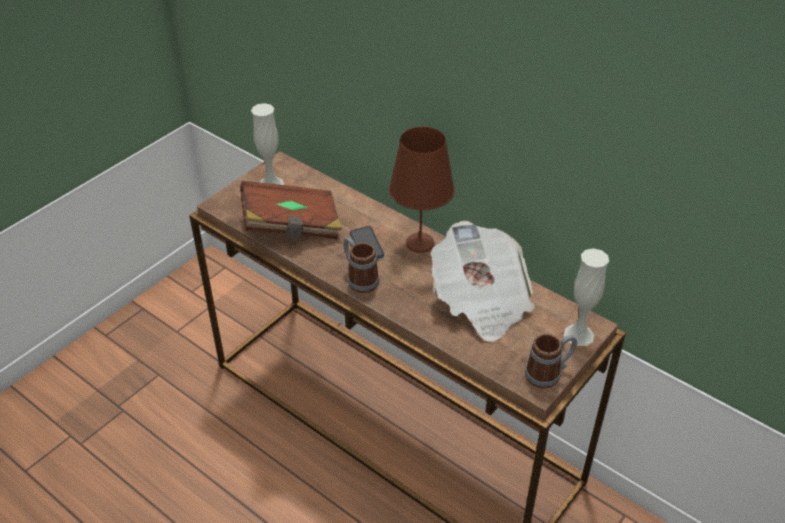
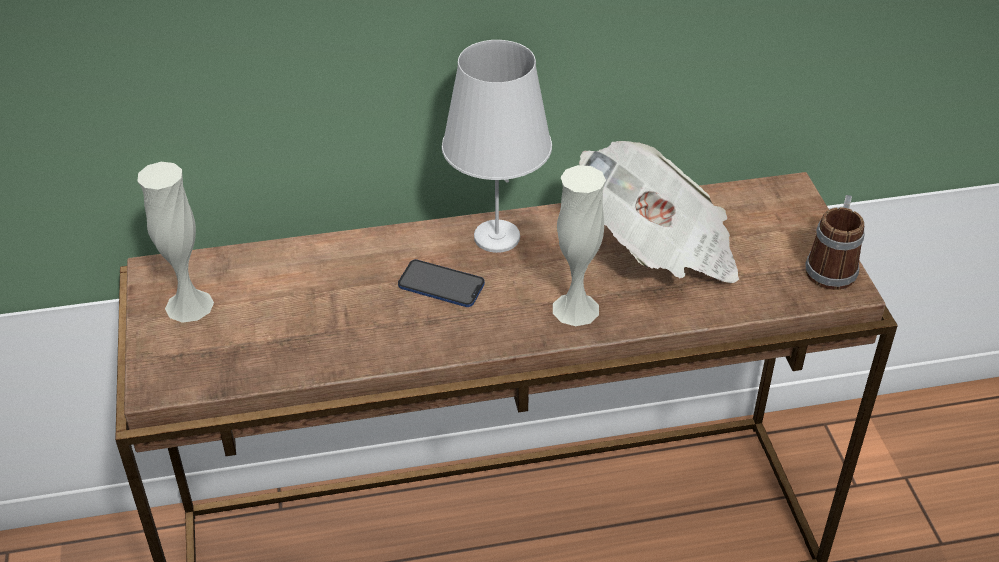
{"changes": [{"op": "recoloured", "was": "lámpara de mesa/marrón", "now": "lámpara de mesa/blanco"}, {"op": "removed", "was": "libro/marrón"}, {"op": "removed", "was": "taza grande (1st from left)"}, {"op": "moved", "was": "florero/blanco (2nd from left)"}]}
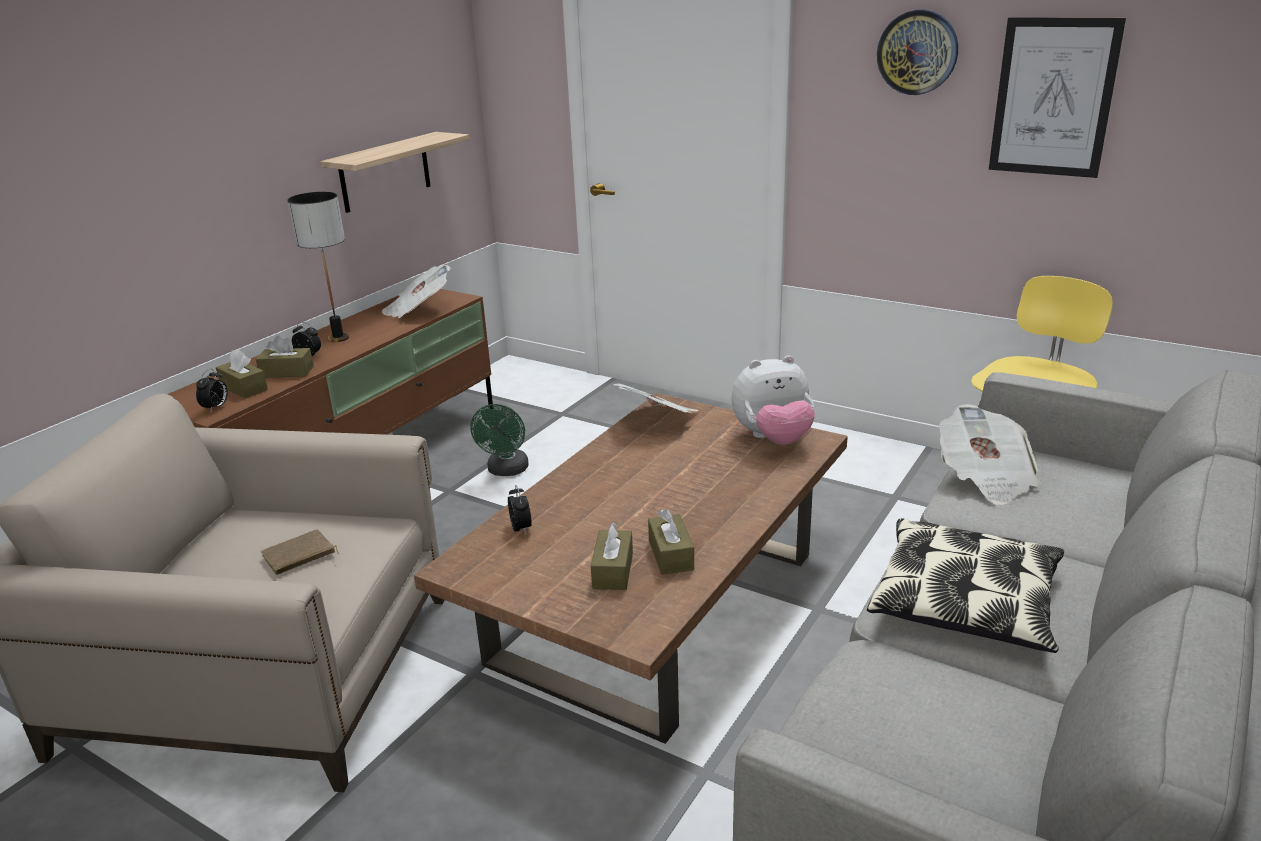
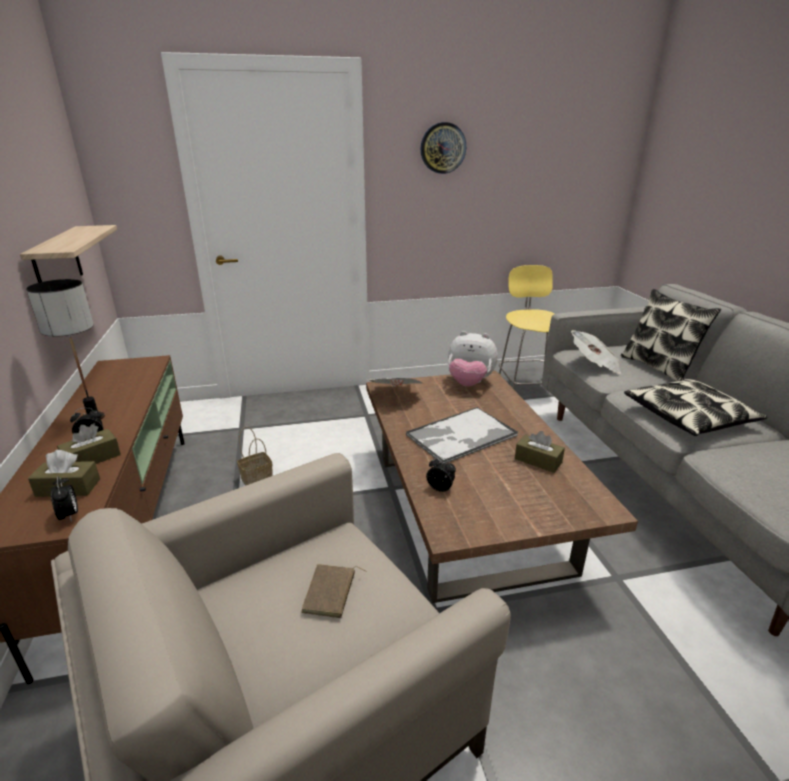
{"changes": [{"op": "removed", "was": "cuadro"}, {"op": "removed", "was": "periódico (1st from left)"}, {"op": "turned", "was": "peluche", "clockwise": 75}, {"op": "replaced", "was": "ventilador/verde", "now": "cesta"}, {"op": "removed", "was": "caja de pañuelos/marrón (3rd from left)"}, {"op": "added", "now": "cojín (1st from left)"}, {"op": "added", "now": "bandeja"}]}
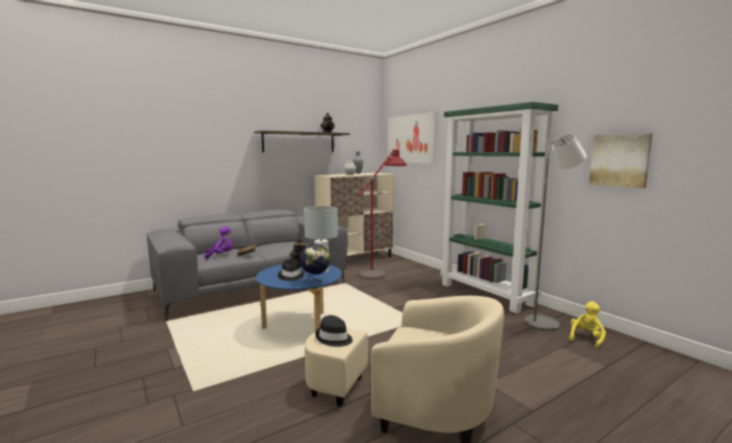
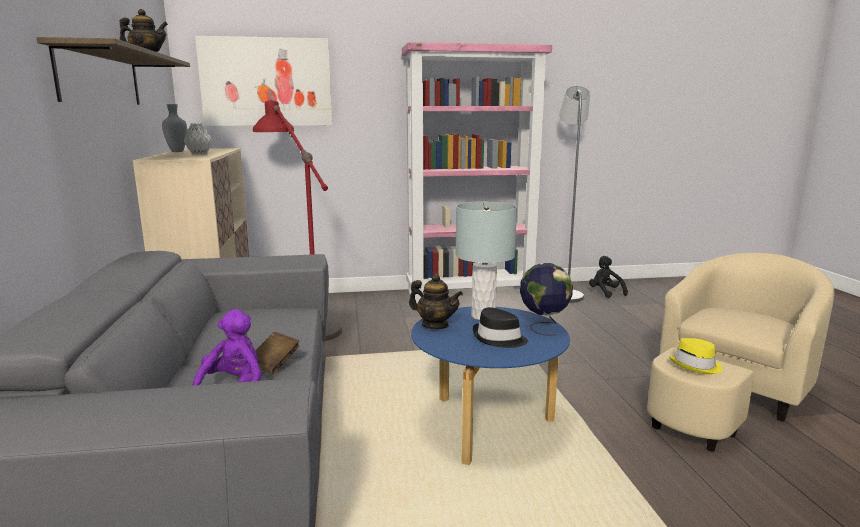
{"changes": [{"op": "recoloured", "was": "estantería/verde", "now": "estantería/rosa"}, {"op": "removed", "was": "cuadro (2nd from left)"}, {"op": "recoloured", "was": "peluche/amarillo", "now": "peluche/negro"}, {"op": "recoloured", "was": "sombrero/negro (2nd from left)", "now": "sombrero/amarillo"}]}
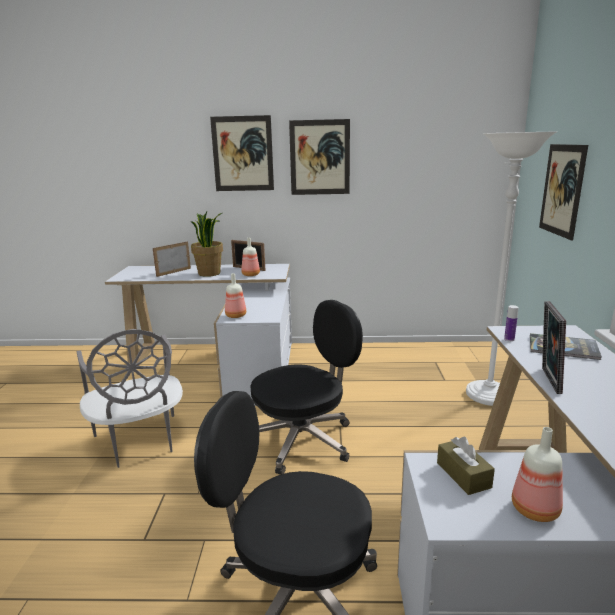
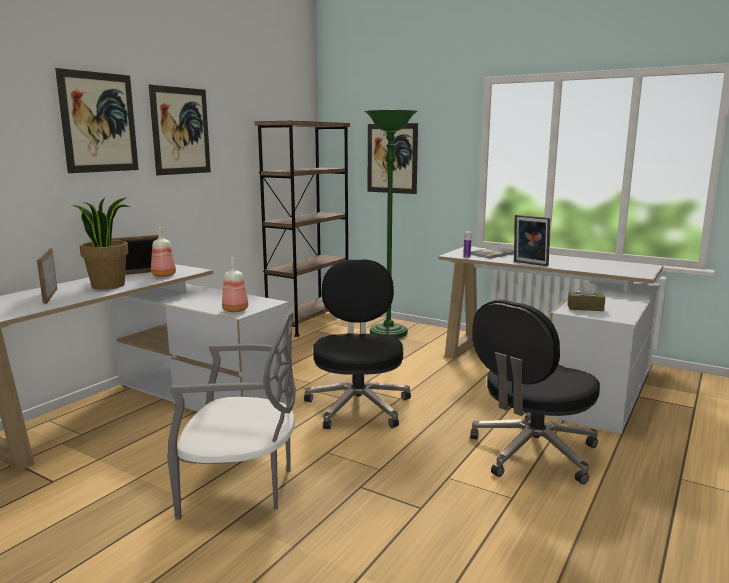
{"changes": [{"op": "recoloured", "was": "lámpara de pie/blanco", "now": "lámpara de pie/verde"}, {"op": "removed", "was": "botella (4th from left)"}, {"op": "added", "now": "estantería/marrón"}]}
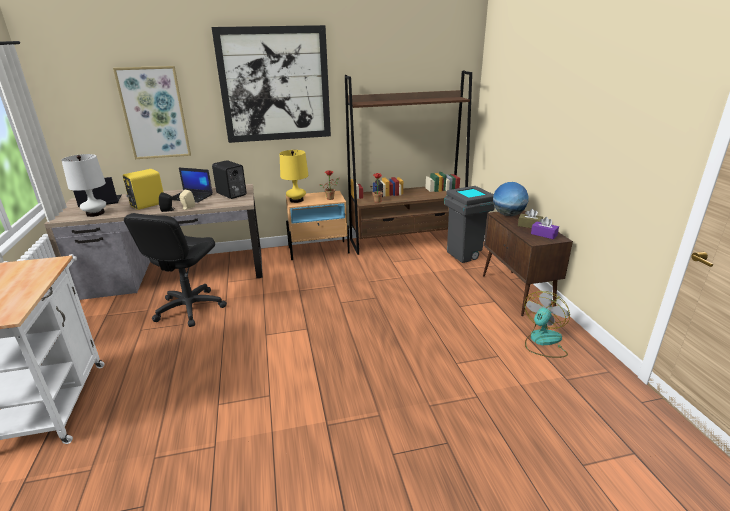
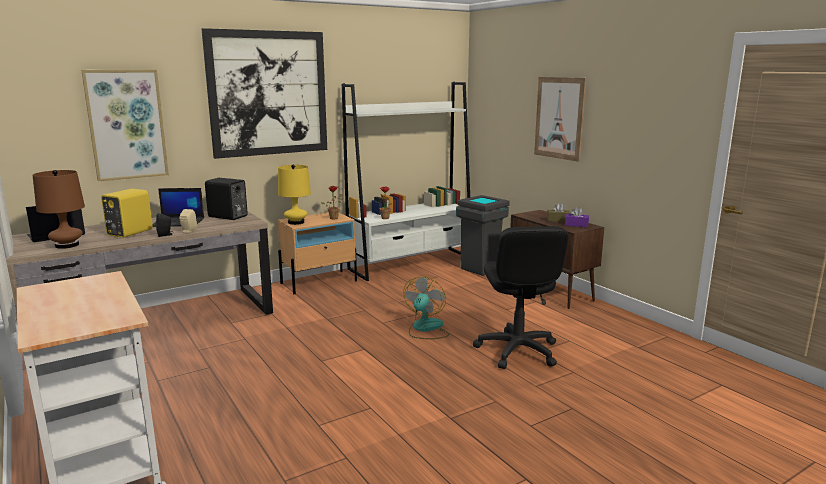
{"changes": [{"op": "recoloured", "was": "estantería/marrón", "now": "estantería/blanco"}, {"op": "recoloured", "was": "lámpara de mesa/blanco", "now": "lámpara de mesa/marrón"}, {"op": "removed", "was": "globo terráqueo"}, {"op": "moved", "was": "silla de oficina/negro"}, {"op": "moved", "was": "ventilador"}, {"op": "added", "now": "cuadro (3rd from left)"}]}
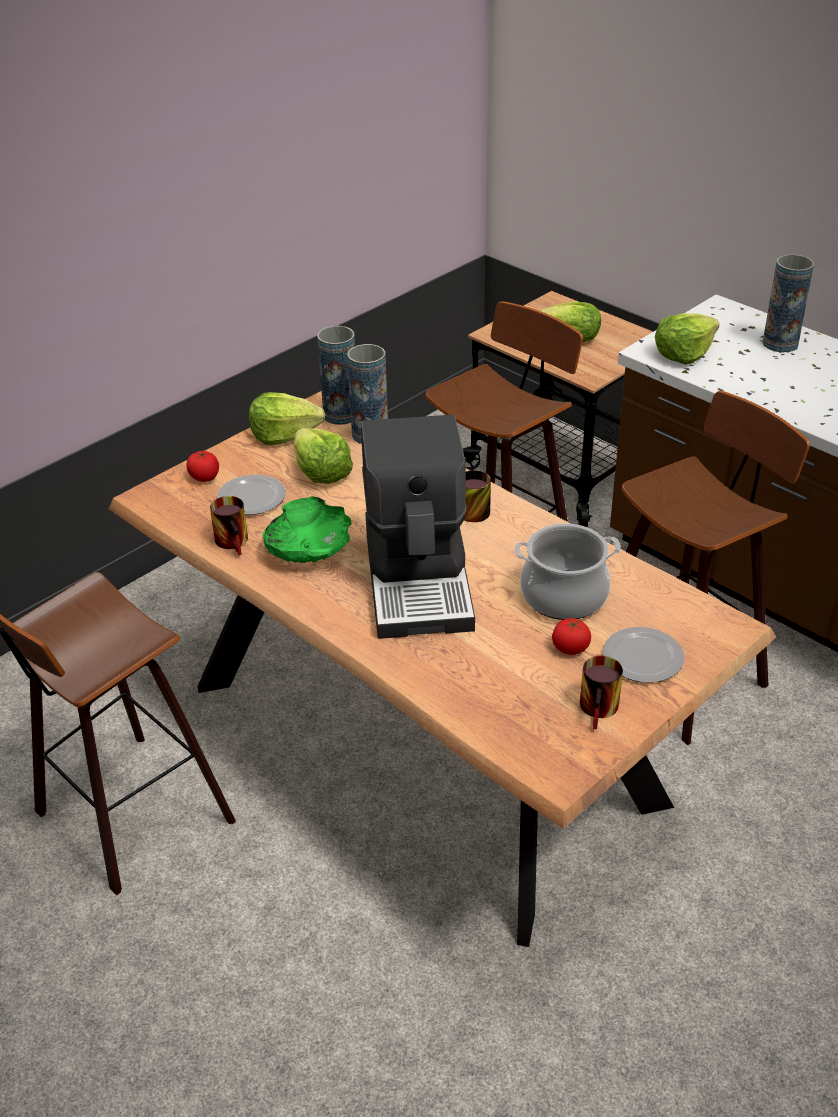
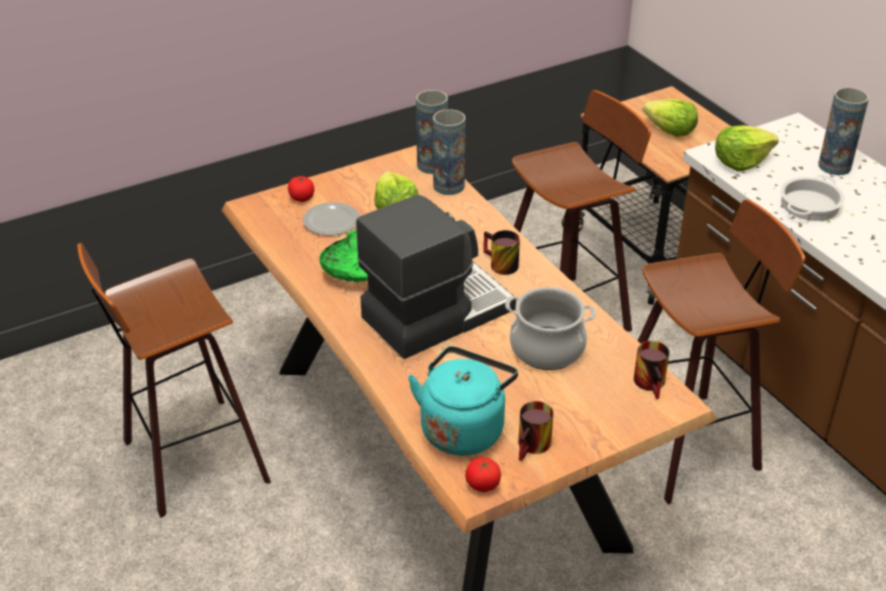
{"changes": [{"op": "removed", "was": "lechuga (1st from left)"}, {"op": "turned", "was": "cafetera", "clockwise": -135}, {"op": "moved", "was": "taza grande (1st from left in the first image)", "now": "taza grande (3rd from left)"}, {"op": "moved", "was": "tomate (2nd from left)"}, {"op": "removed", "was": "plato (2nd from left)"}, {"op": "added", "now": "olla (2nd from left)"}, {"op": "added", "now": "hervidor/turquesa"}]}
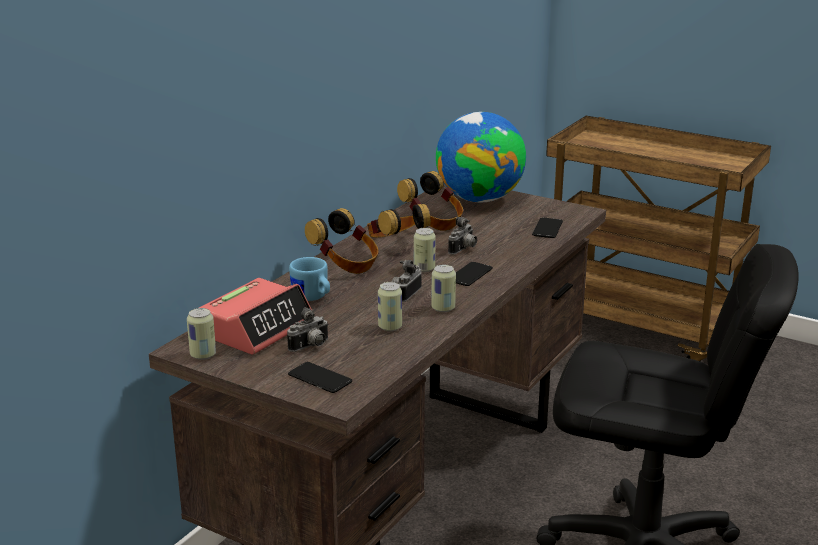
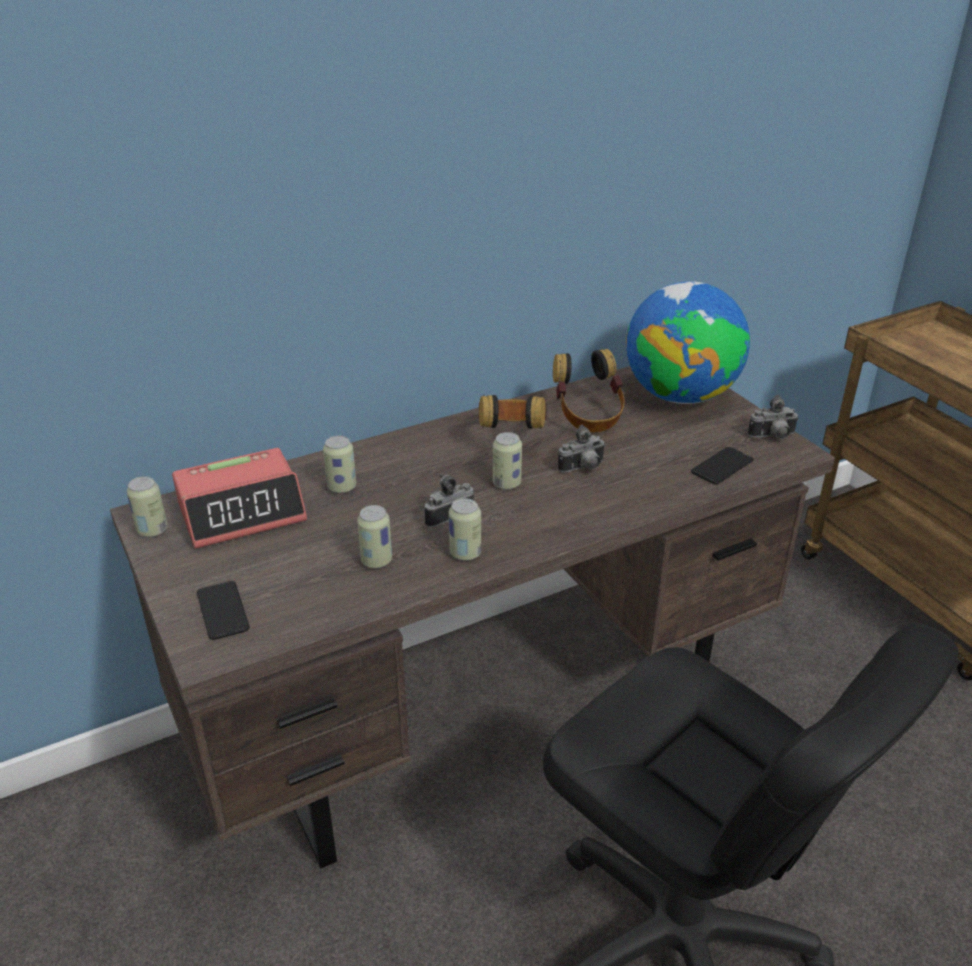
{"changes": [{"op": "removed", "was": "auriculares (1st from left)"}, {"op": "replaced", "was": "taza grande/azul", "now": "lata (2nd from left)"}, {"op": "removed", "was": "móvil (2nd from left)"}, {"op": "moved", "was": "cámara (1st from left in the first image)", "now": "cámara (3rd from left)"}]}
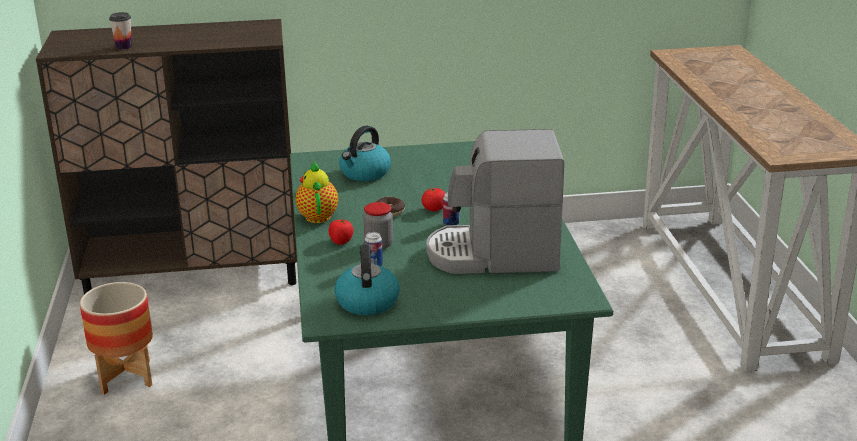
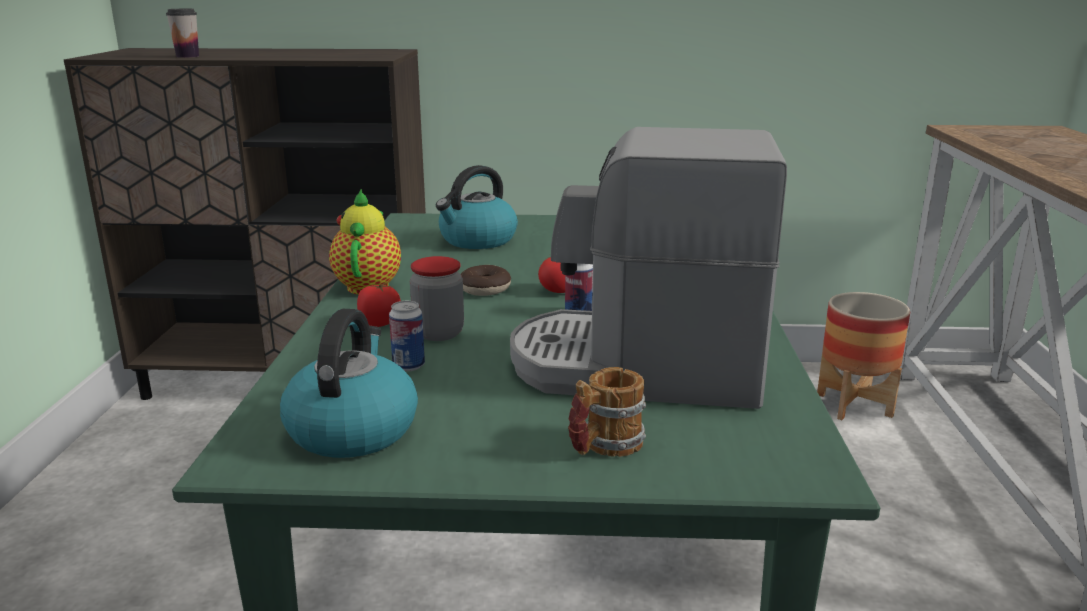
{"changes": [{"op": "moved", "was": "maceta"}, {"op": "added", "now": "taza grande"}]}
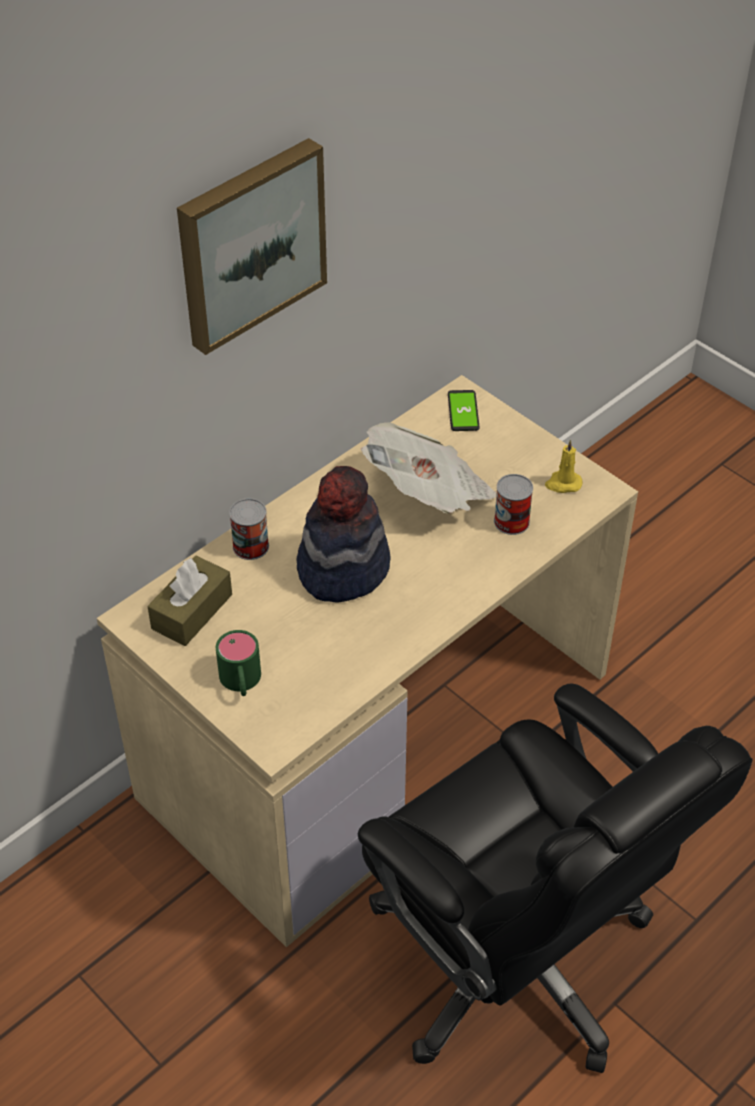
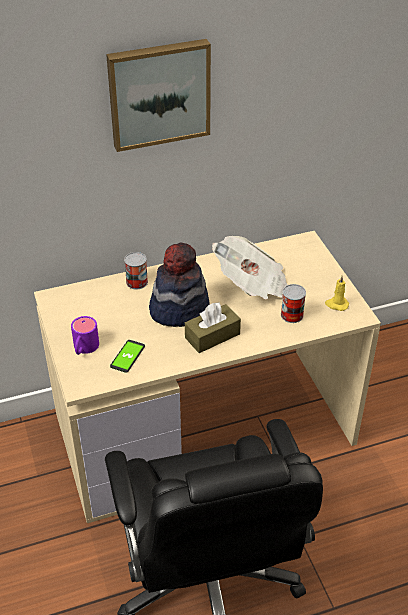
{"changes": [{"op": "moved", "was": "móvil"}, {"op": "moved", "was": "caja de pañuelos/marrón"}, {"op": "recoloured", "was": "taza grande/verde", "now": "taza grande/morado"}]}
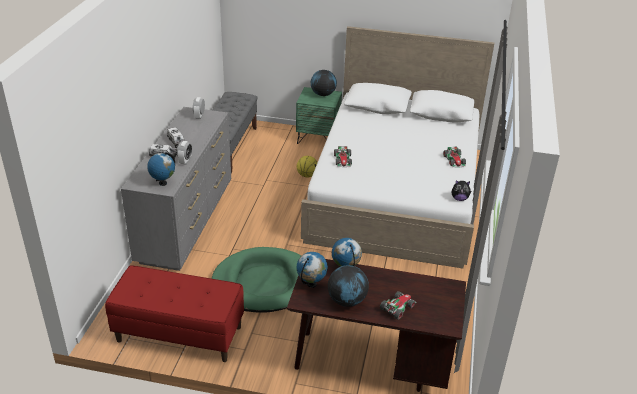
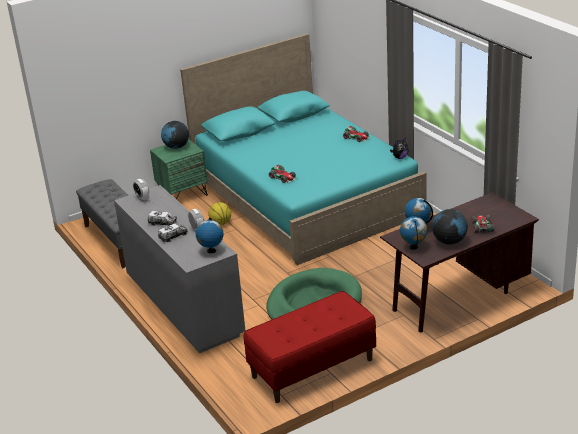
{"changes": [{"op": "recoloured", "was": "cama/blanco", "now": "cama/turquesa"}]}
